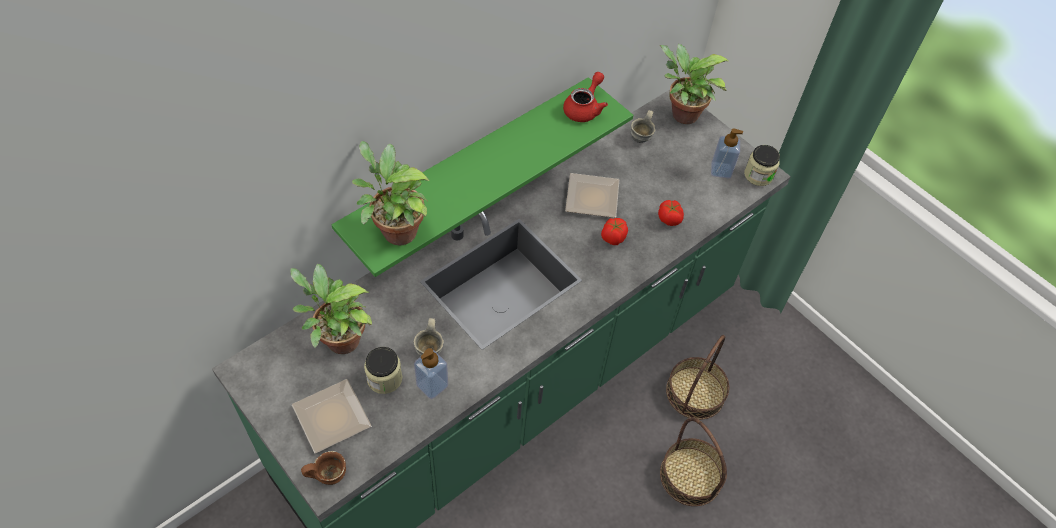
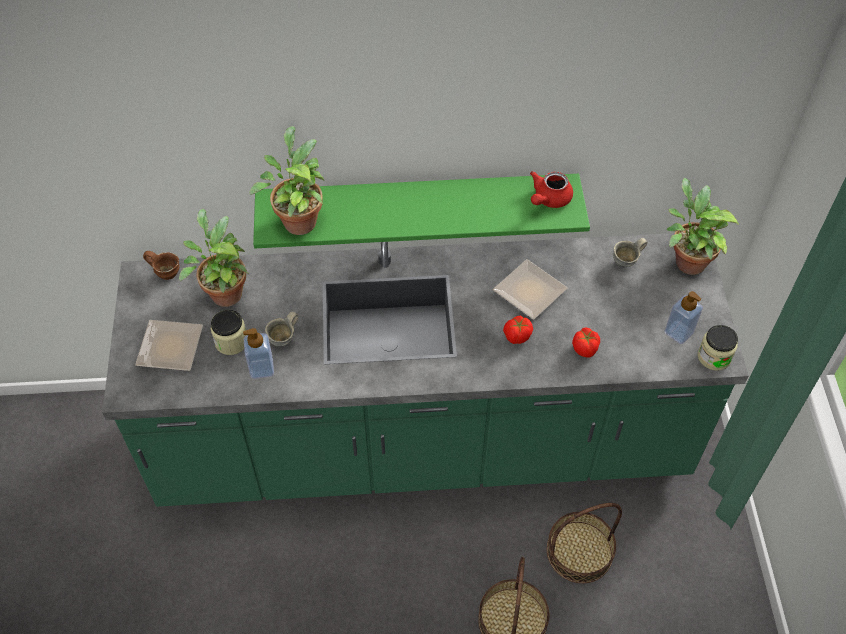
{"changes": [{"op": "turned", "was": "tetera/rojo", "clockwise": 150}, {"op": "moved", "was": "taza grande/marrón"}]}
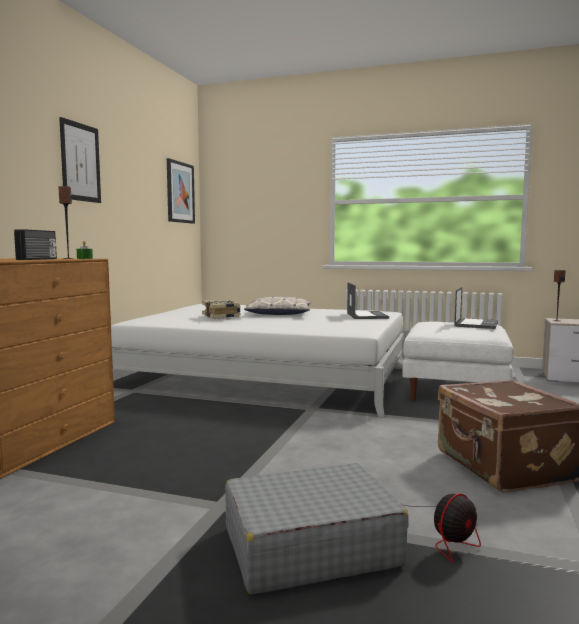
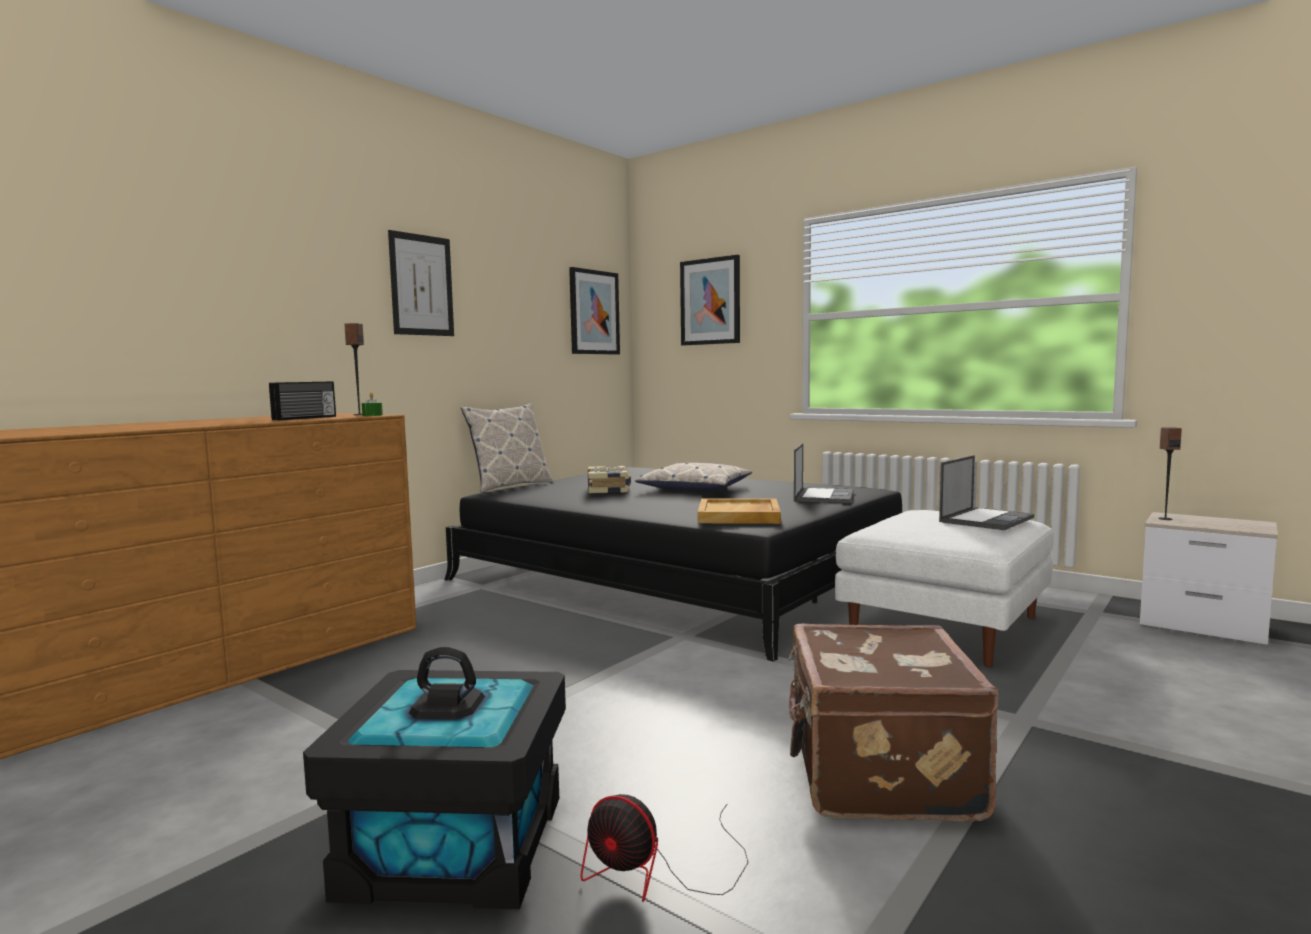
{"changes": [{"op": "recoloured", "was": "cama/blanco", "now": "cama/negro"}, {"op": "replaced", "was": "maleta/gris", "now": "caja de almacenaje/negro"}, {"op": "turned", "was": "ventilador", "clockwise": 45}, {"op": "added", "now": "cuadro (3rd from left)"}, {"op": "added", "now": "cojín (1st from left)"}, {"op": "added", "now": "bandeja/beis"}]}
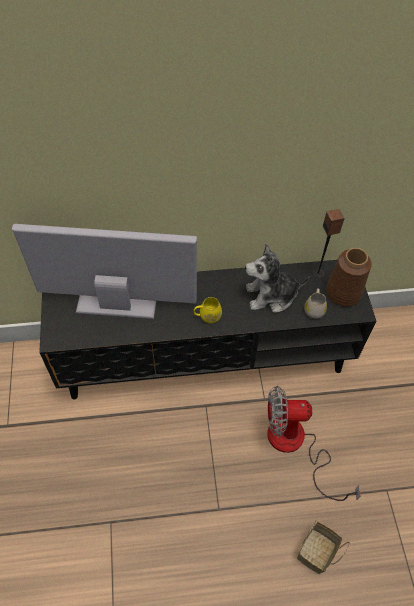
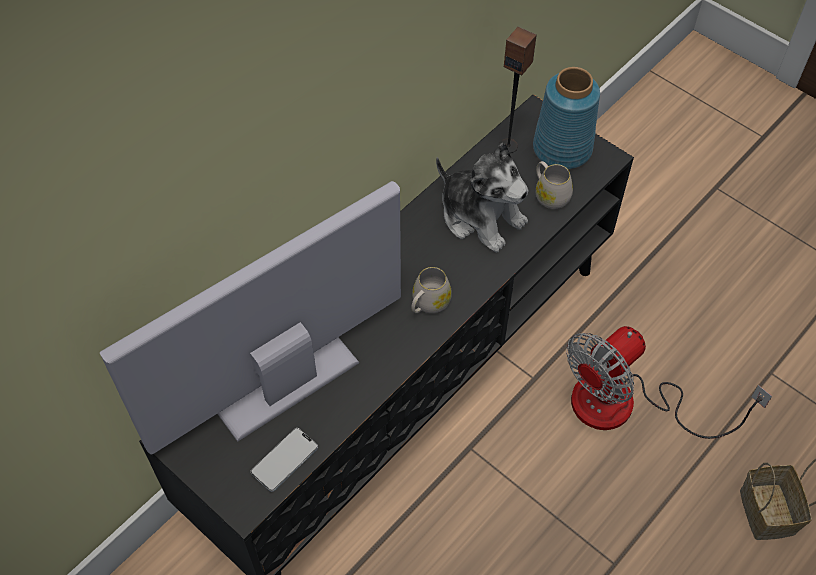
{"changes": [{"op": "turned", "was": "peluche", "clockwise": -90}, {"op": "recoloured", "was": "florero/marrón", "now": "florero/azul"}, {"op": "recoloured", "was": "taza grande/amarillo", "now": "taza grande/blanco (1st from left)"}, {"op": "added", "now": "móvil"}]}
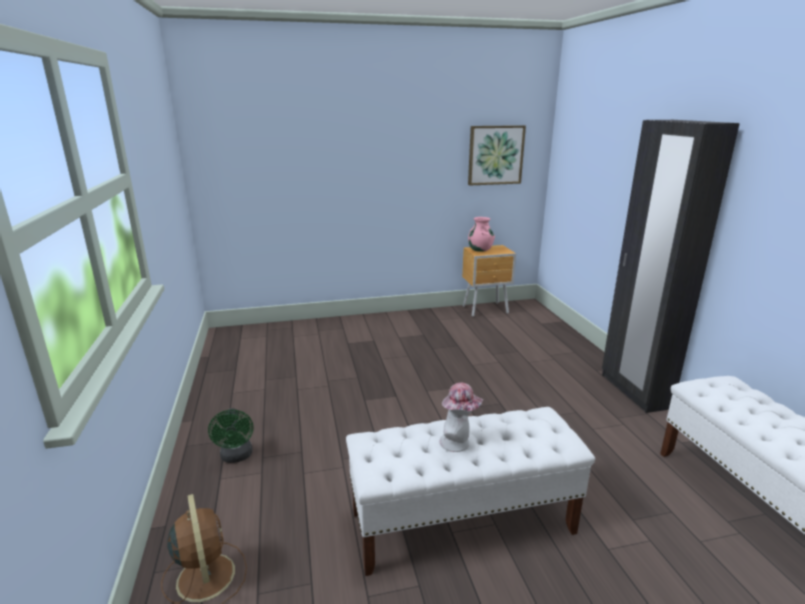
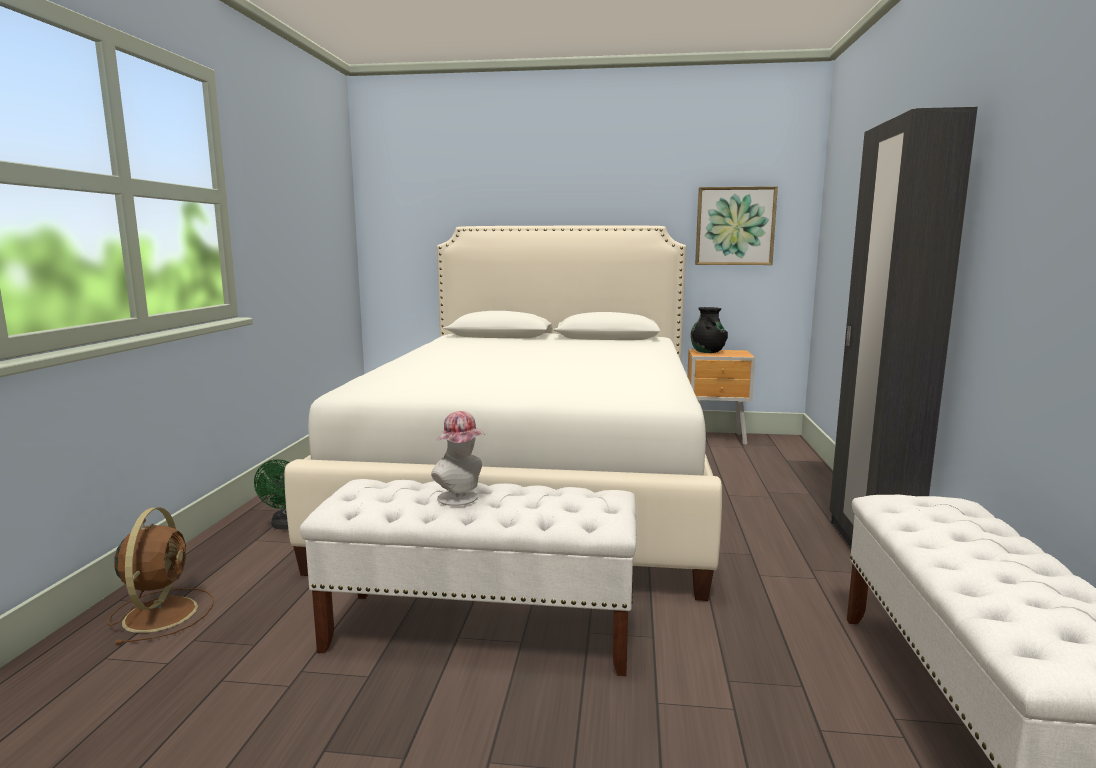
{"changes": [{"op": "recoloured", "was": "florero/rosa", "now": "florero/negro"}, {"op": "added", "now": "cama/blanco"}]}
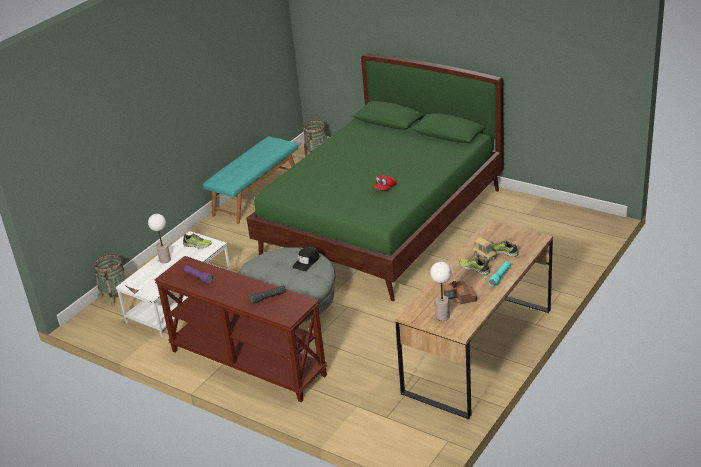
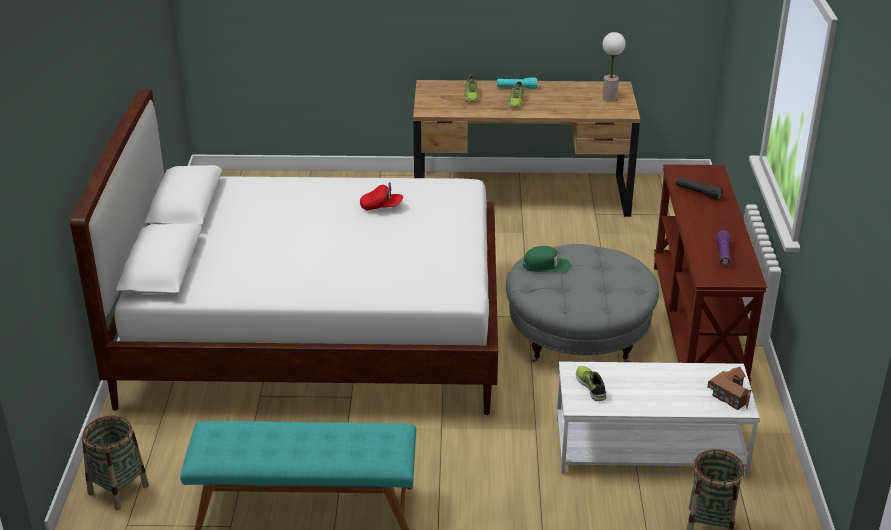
{"changes": [{"op": "recoloured", "was": "cama/verde", "now": "cama/blanco"}, {"op": "removed", "was": "lámpara de mesa (1st from left)"}, {"op": "removed", "was": "camión de juguete"}, {"op": "recoloured", "was": "gorra/negro", "now": "gorra/verde"}, {"op": "moved", "was": "casita"}]}
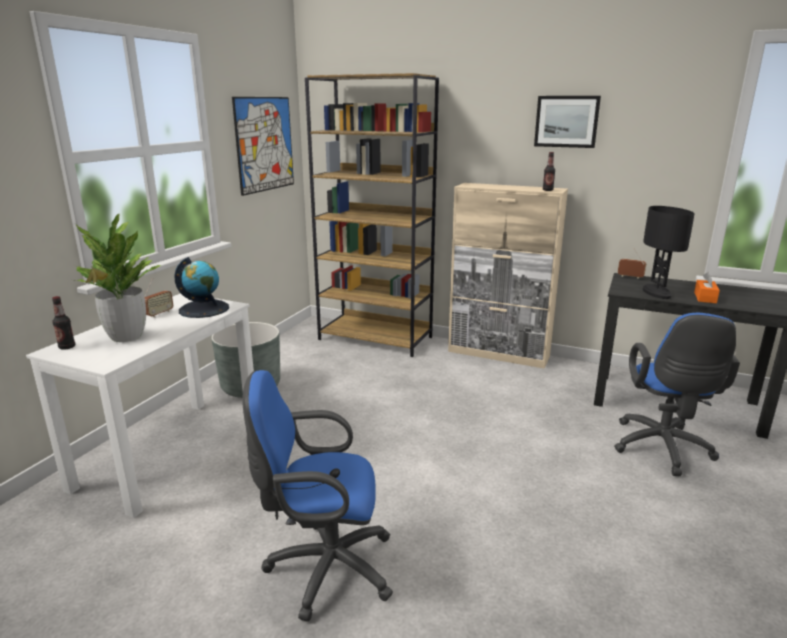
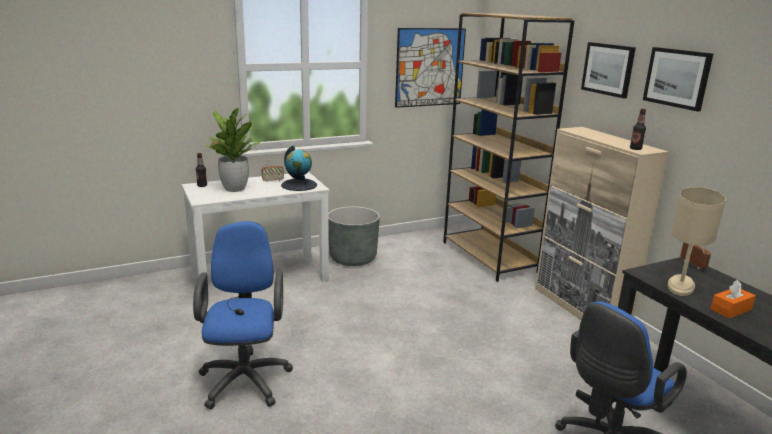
{"changes": [{"op": "recoloured", "was": "lámpara de mesa/negro", "now": "lámpara de mesa/beis"}, {"op": "turned", "was": "silla de oficina/azul (1st from left)", "clockwise": 45}, {"op": "added", "now": "cuadro (2nd from left)"}]}
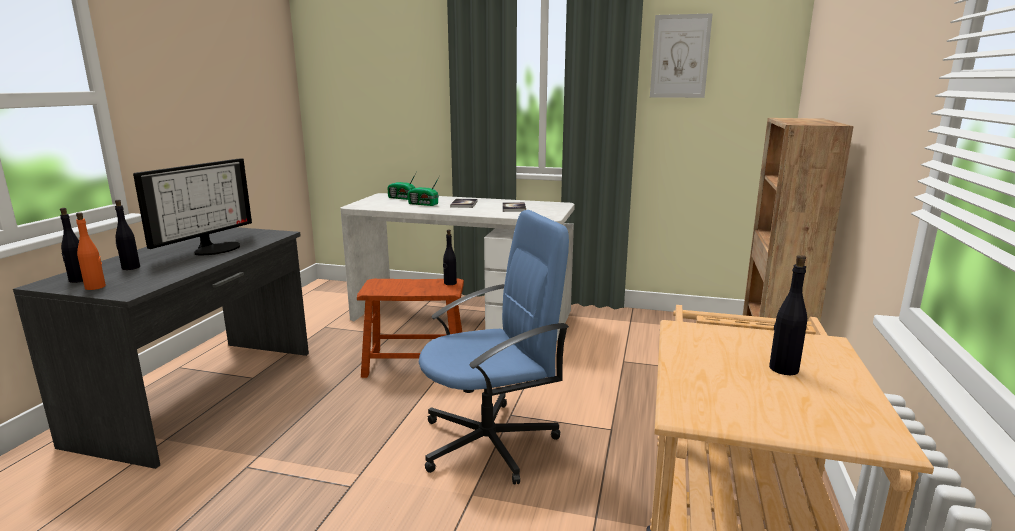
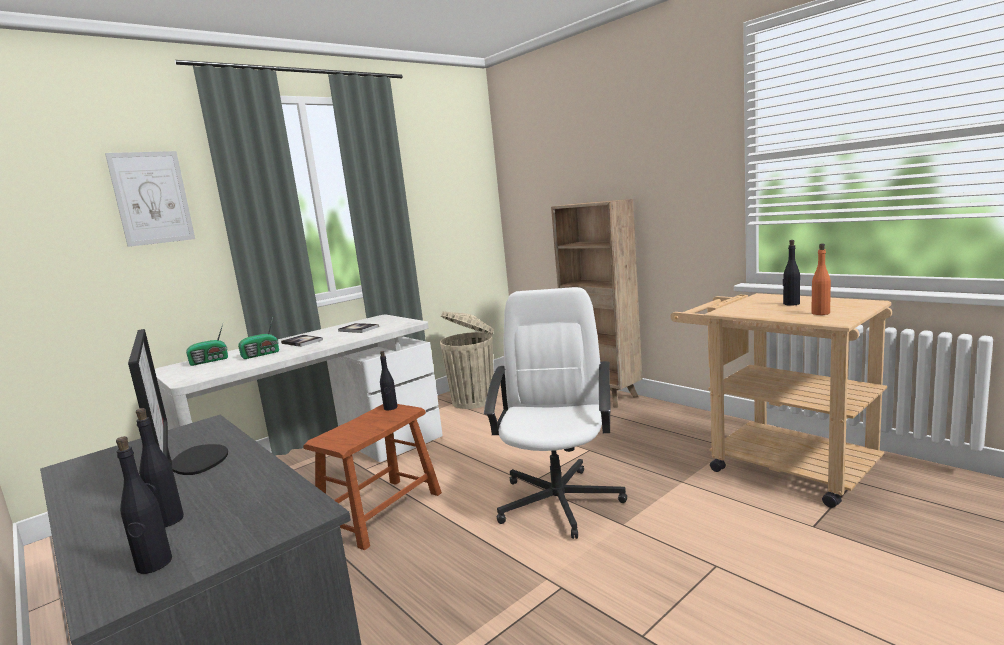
{"changes": [{"op": "moved", "was": "cuadro"}, {"op": "recoloured", "was": "silla de oficina/azul", "now": "silla de oficina/blanco"}, {"op": "moved", "was": "botella/naranja"}, {"op": "added", "now": "papelera/beis"}]}
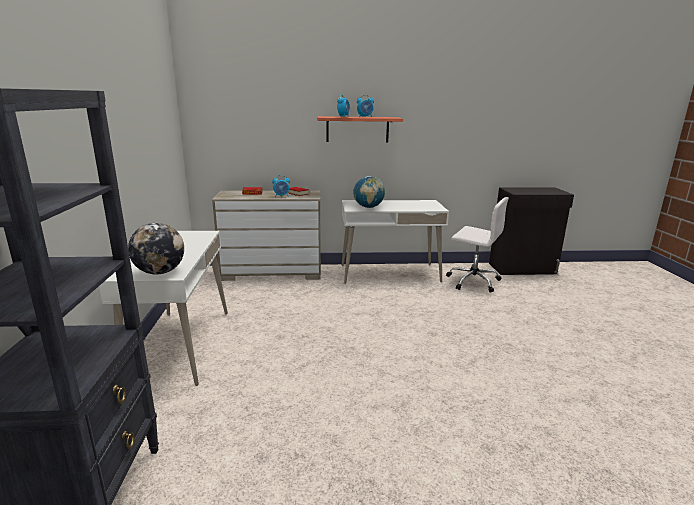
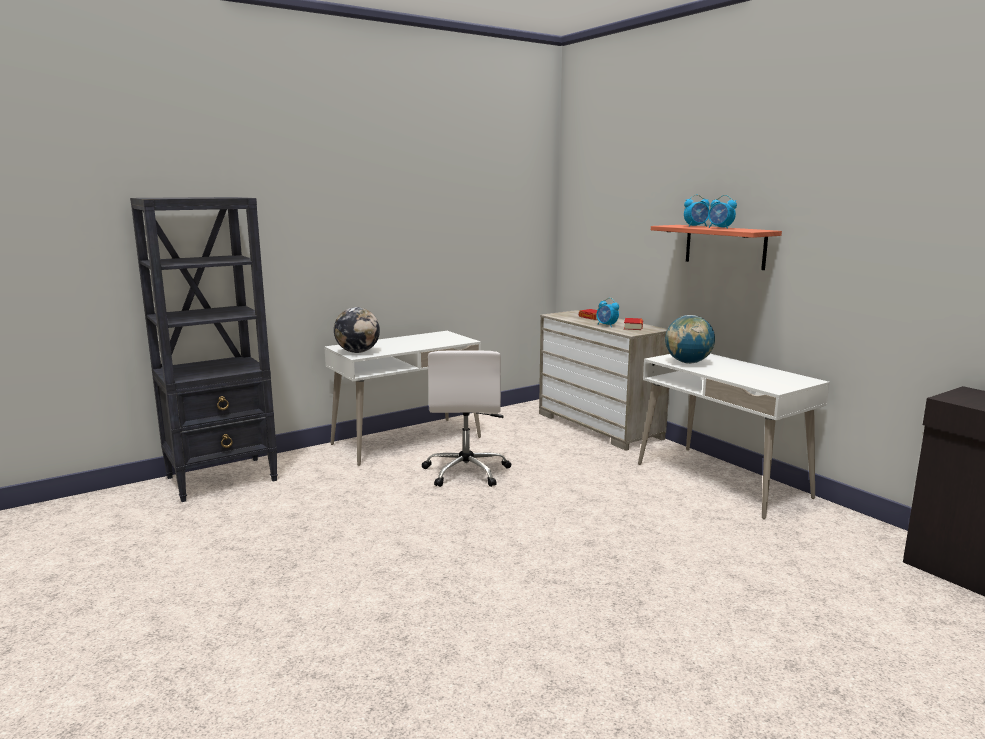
{"changes": [{"op": "moved", "was": "silla de oficina/blanco"}]}
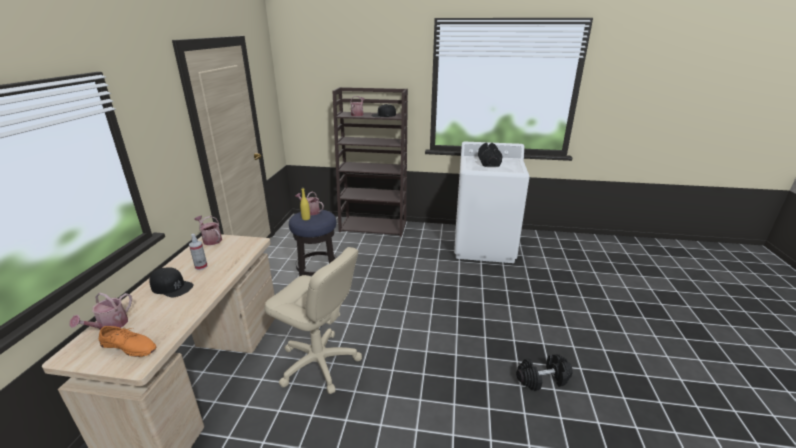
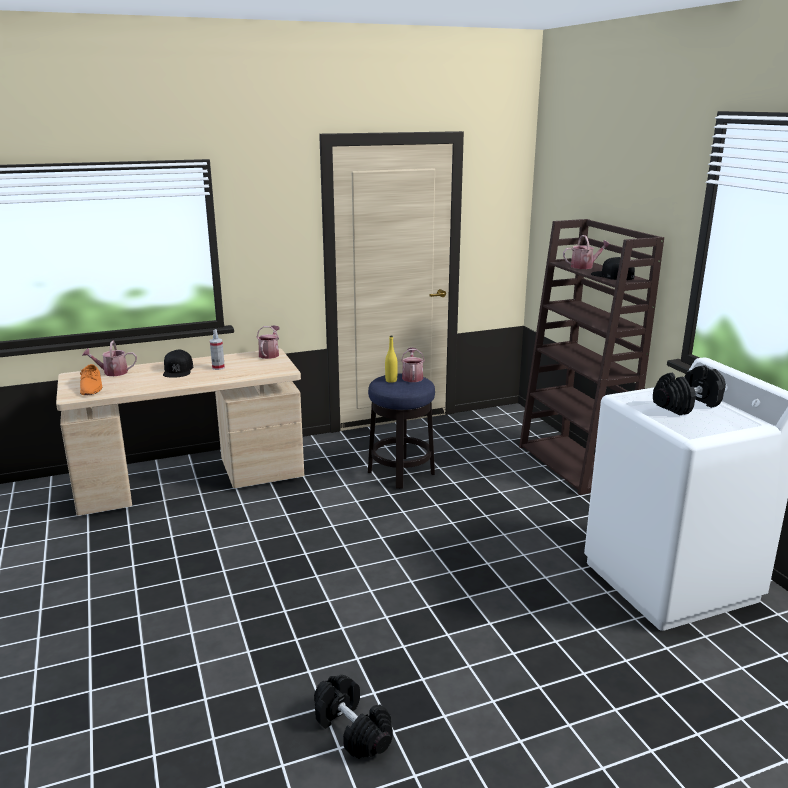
{"changes": [{"op": "removed", "was": "silla de oficina/beis"}]}
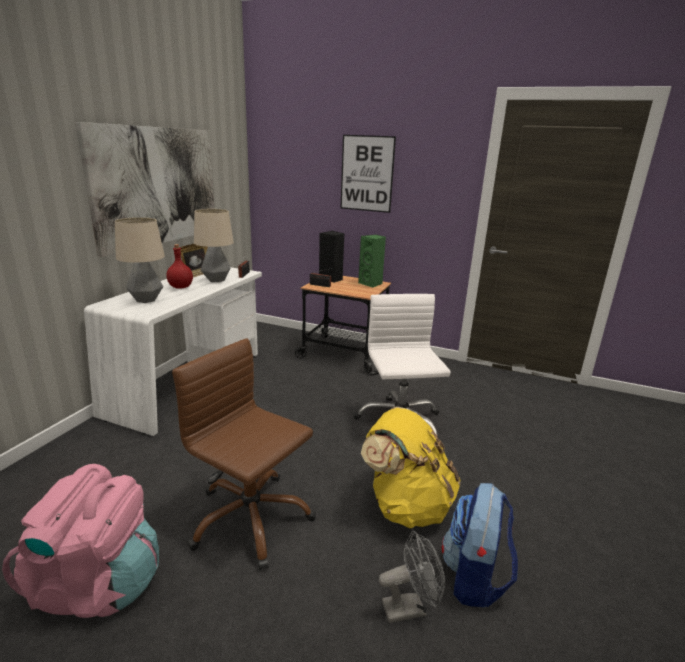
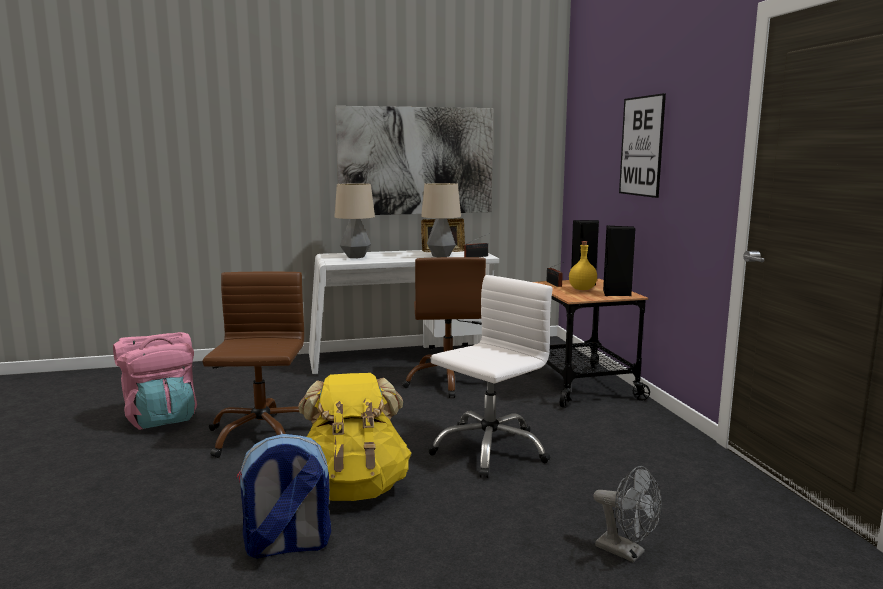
{"changes": [{"op": "recoloured", "was": "altavoz/verde", "now": "altavoz/negro (2nd from left)"}, {"op": "removed", "was": "botella/rojo"}, {"op": "moved", "was": "ventilador/gris"}, {"op": "added", "now": "botella/amarillo"}, {"op": "added", "now": "silla de oficina/marrón (2nd from left)"}]}
